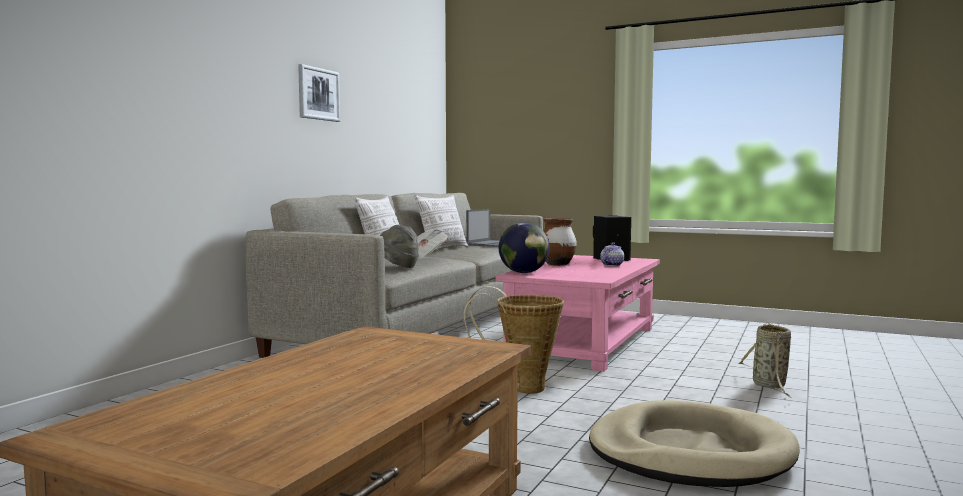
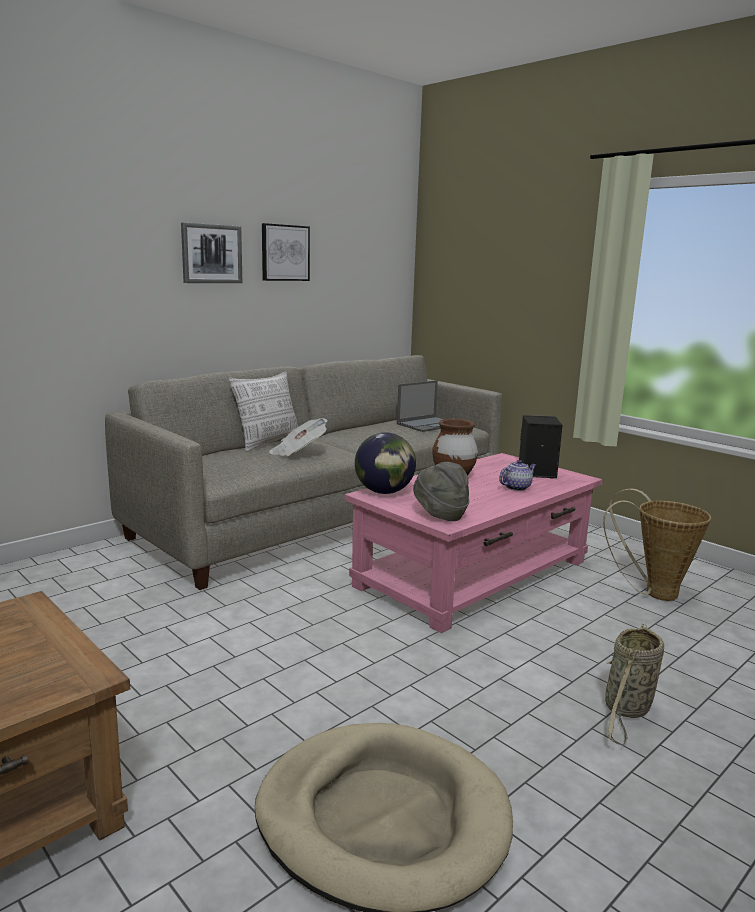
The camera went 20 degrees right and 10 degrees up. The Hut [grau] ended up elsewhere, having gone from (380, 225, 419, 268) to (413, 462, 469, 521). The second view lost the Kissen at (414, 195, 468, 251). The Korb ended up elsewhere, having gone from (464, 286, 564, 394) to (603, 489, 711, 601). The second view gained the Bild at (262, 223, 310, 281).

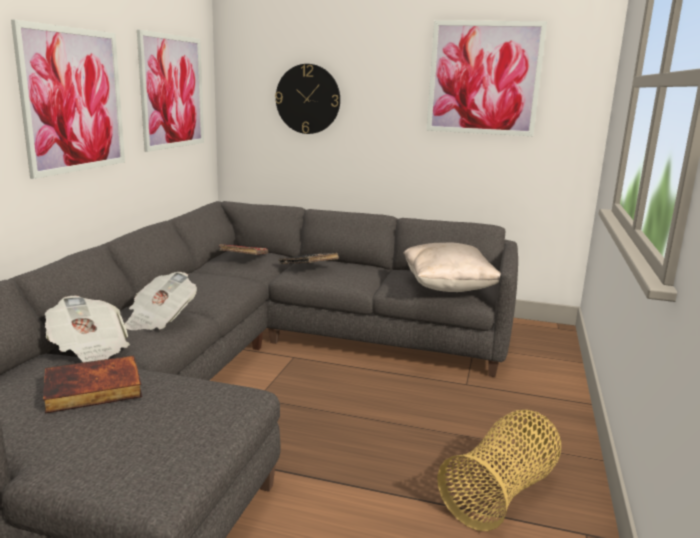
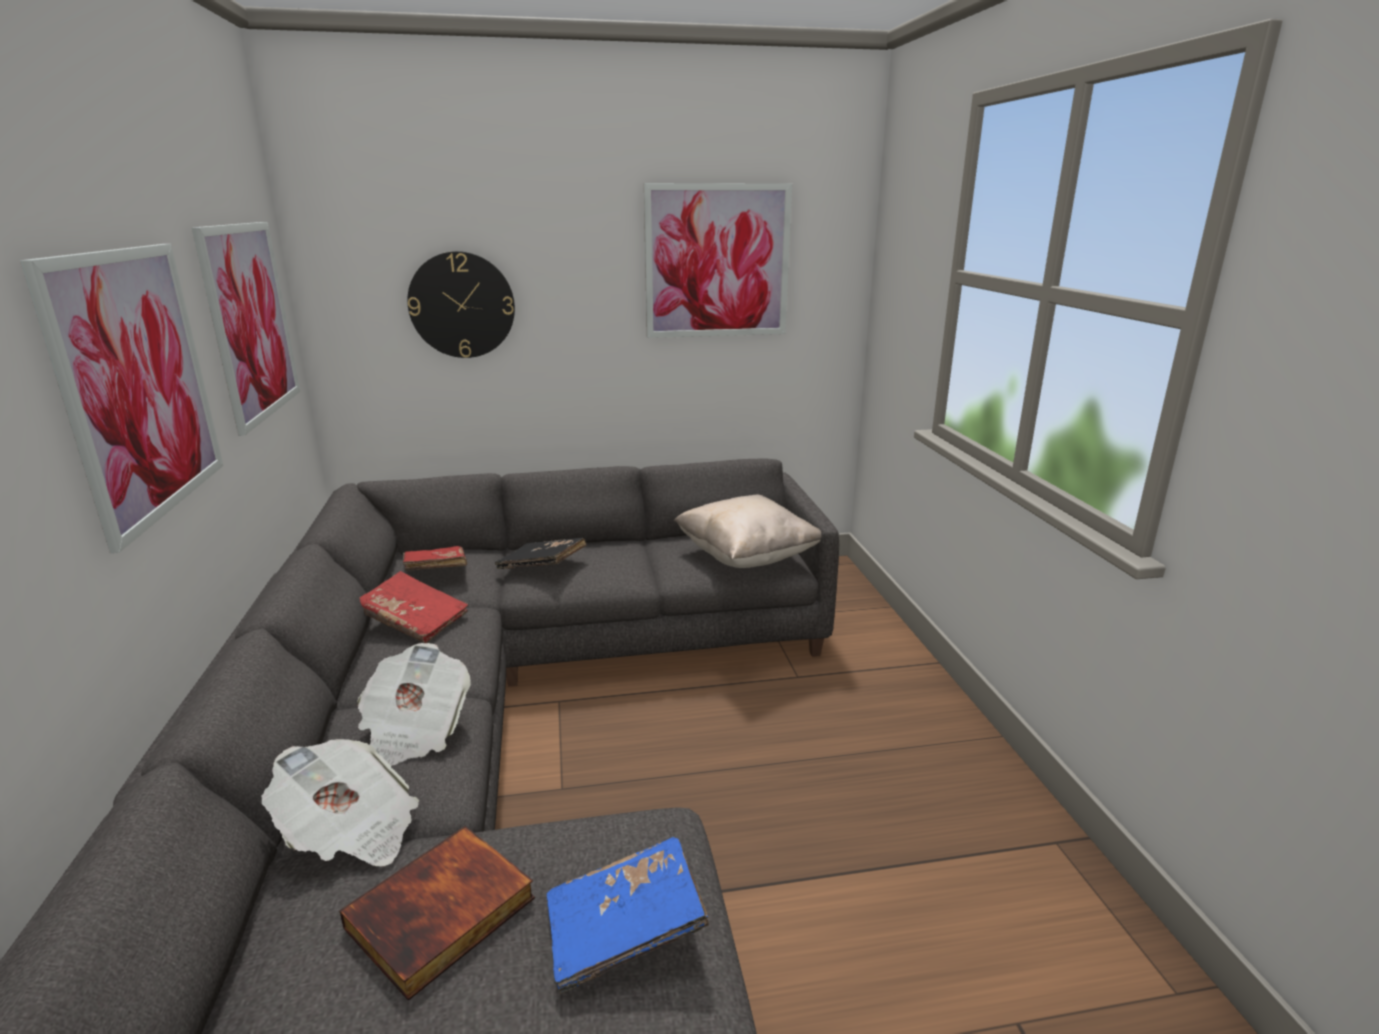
The camera went 25 degrees left and 5 degrees up. The second view lost the Korb at (437, 410, 561, 531). The second view gained the Buch [rot] at (360, 571, 468, 643). The second view gained the Buch [blau] at (546, 837, 709, 993).

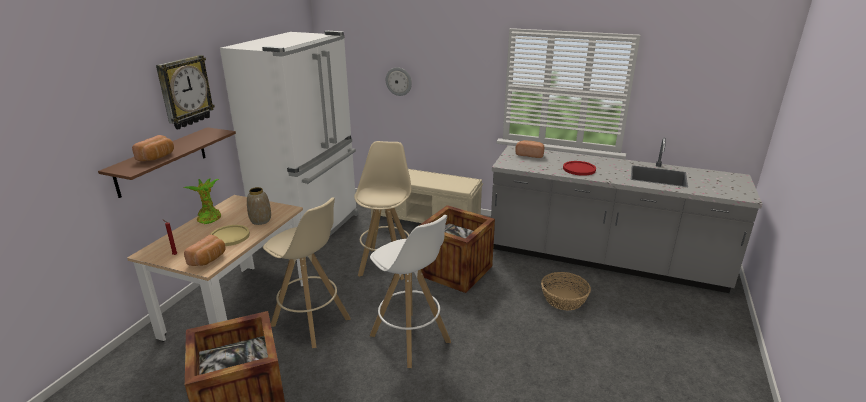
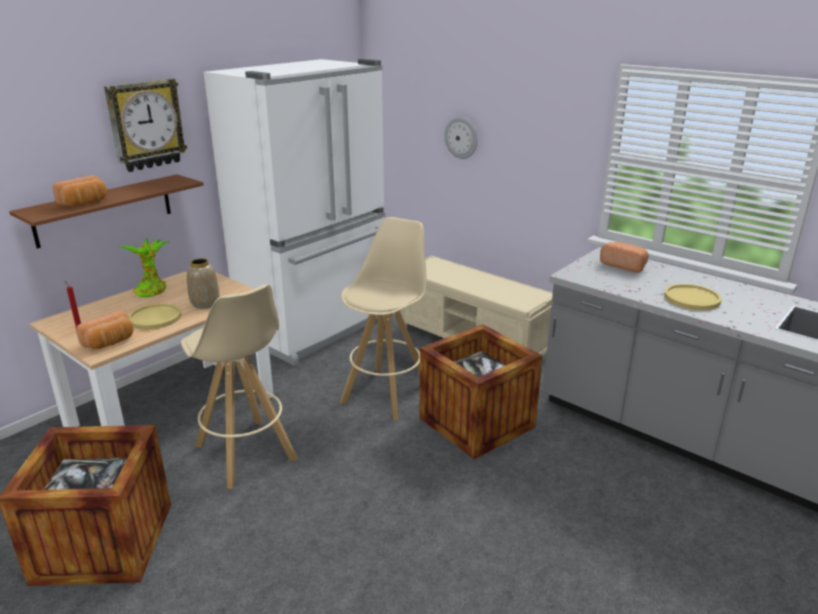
The camera went 20 degrees right and 0 degrees up. The second view lost the Hocker [weiß] at (370, 215, 451, 368). The second view lost the Korb at (541, 272, 591, 311). What was the Teller [rot] at (563, 161, 596, 176) turned into the Teller [gelb] at (664, 284, 721, 310).

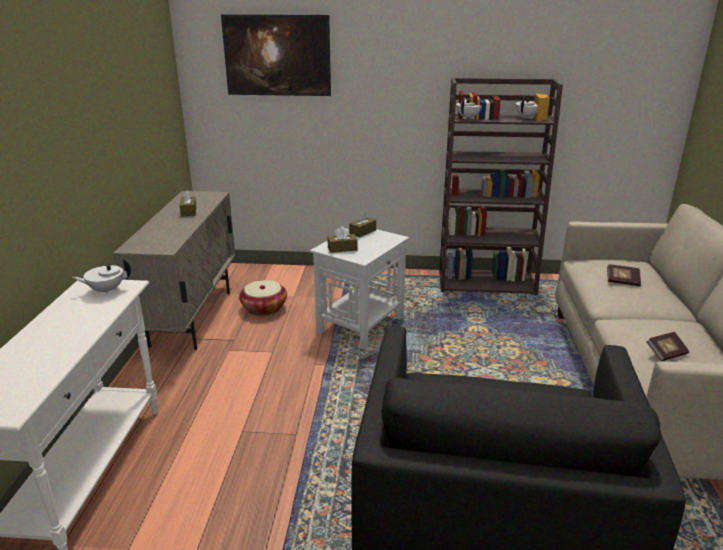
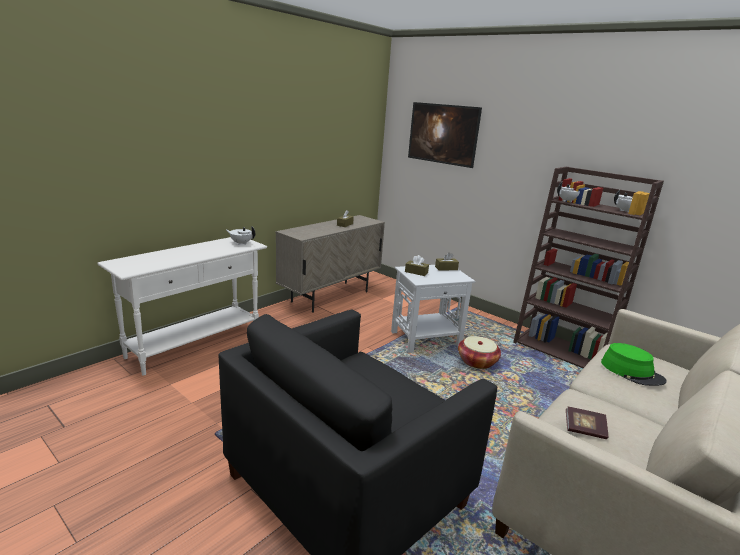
The camera went 35 degrees right and 5 degrees down. The Korb ended up elsewhere, having gone from (239, 280, 287, 316) to (458, 336, 501, 369). Where the Buch stood at (607, 264, 641, 286), the Hut [grün] came to stand at (601, 343, 666, 386).

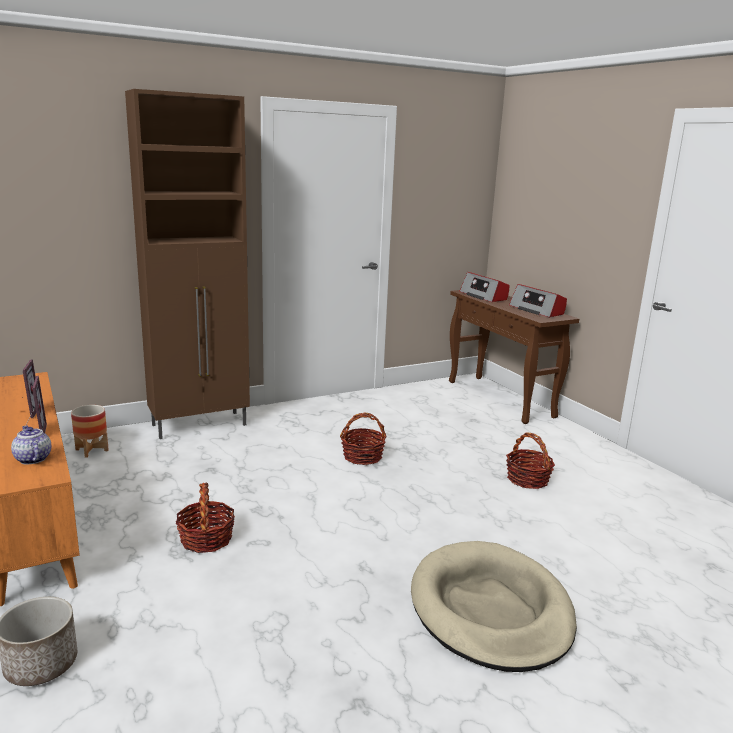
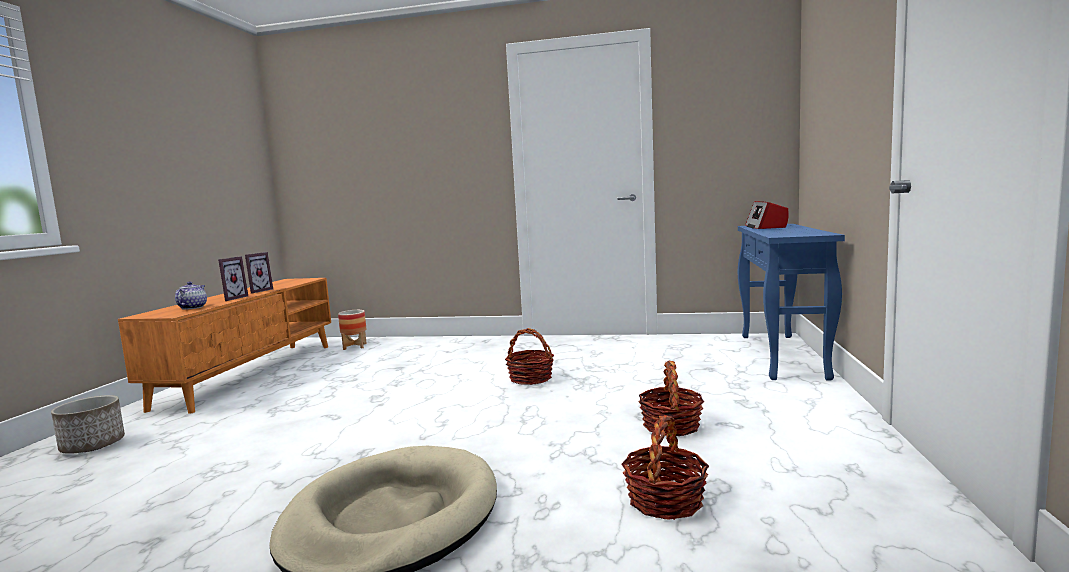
The camera went 40 degrees right and 10 degrees down. The second view lost the Schrank [braun] at (125, 89, 250, 439). The Korb ended up elsewhere, having gone from (176, 483, 235, 553) to (621, 415, 709, 520). What was the Konsolentisch [braun] at (449, 290, 579, 424) turned into the Konsolentisch [blau] at (738, 224, 845, 380). The second view lost the Radio at (509, 284, 567, 318).

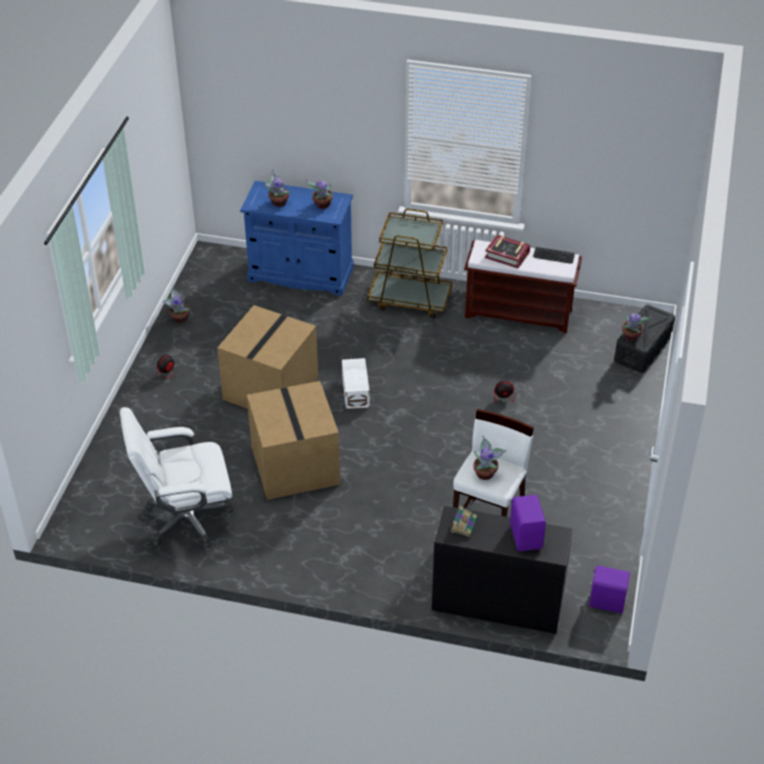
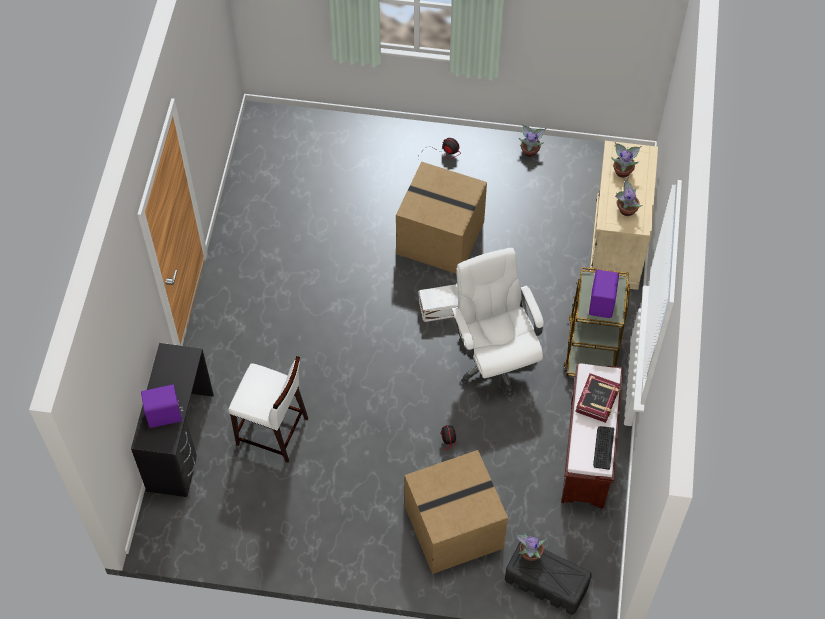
The camera went 85 degrees right and 15 degrees up. The Bürostuhl [weiß] ended up elsewhere, having gone from (120, 407, 234, 548) to (451, 248, 544, 396). What was the Schrank [blau] at (240, 181, 354, 296) turned into the Schrank [beige] at (590, 141, 658, 290). The Karton ended up elsewhere, having gone from (247, 381, 340, 500) to (405, 450, 508, 574). The second view lost the Buch at (450, 506, 478, 537). The second view lost the Topfpflanze at (473, 436, 506, 480). The Lautsprecher [lila] ended up elsewhere, having gone from (589, 565, 630, 613) to (589, 270, 619, 318).

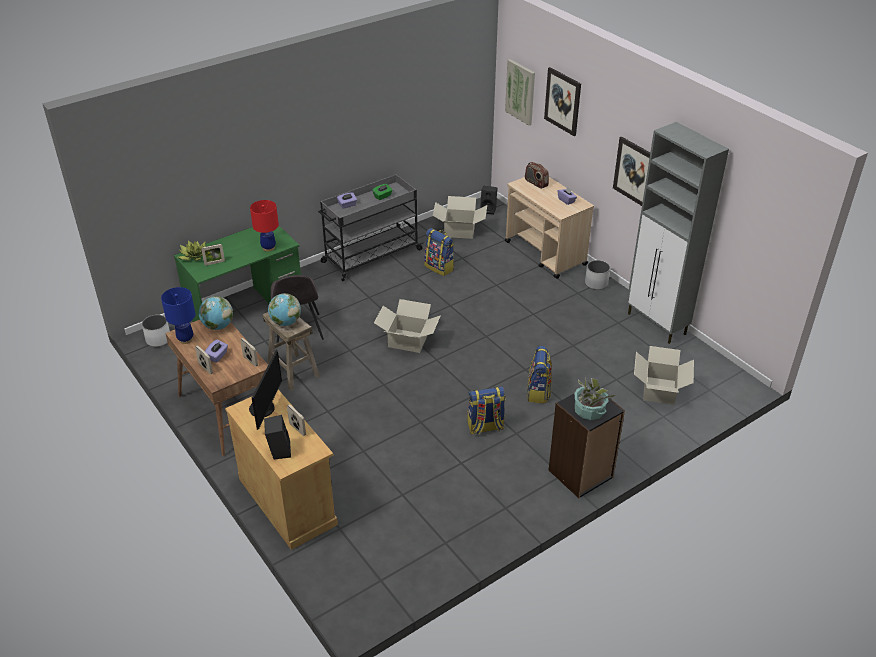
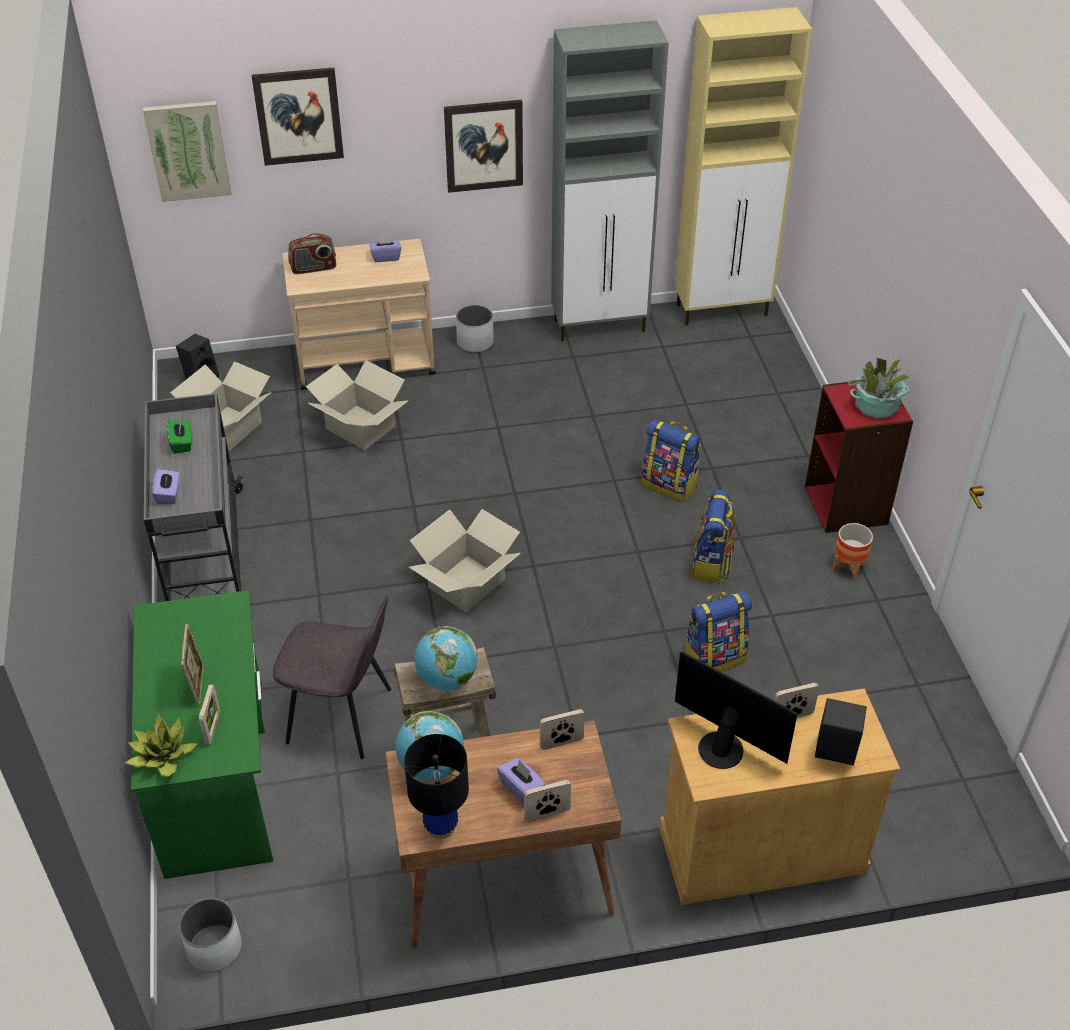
The camera went 65 degrees left and 5 degrees up. What was the Tischlampe [blau] at (161, 287, 196, 344) turned into the Tischlampe [schwarz] at (404, 734, 469, 839). The second view lost the Tischlampe [rot] at (250, 200, 279, 252). The Rucksack ended up elsewhere, having gone from (424, 228, 454, 276) to (684, 591, 752, 672). What was the Bücherregal [schwarz] at (549, 384, 625, 498) turned into the Bücherregal [rot] at (805, 382, 913, 533). The Karton ended up elsewhere, having gone from (634, 346, 694, 405) to (306, 360, 408, 450). The second view gained the Bilderrahmen at (181, 623, 204, 706). The second view gained the Schrank [beige] at (675, 7, 812, 326). The second view gained the Pflanzkübel at (832, 523, 873, 580).

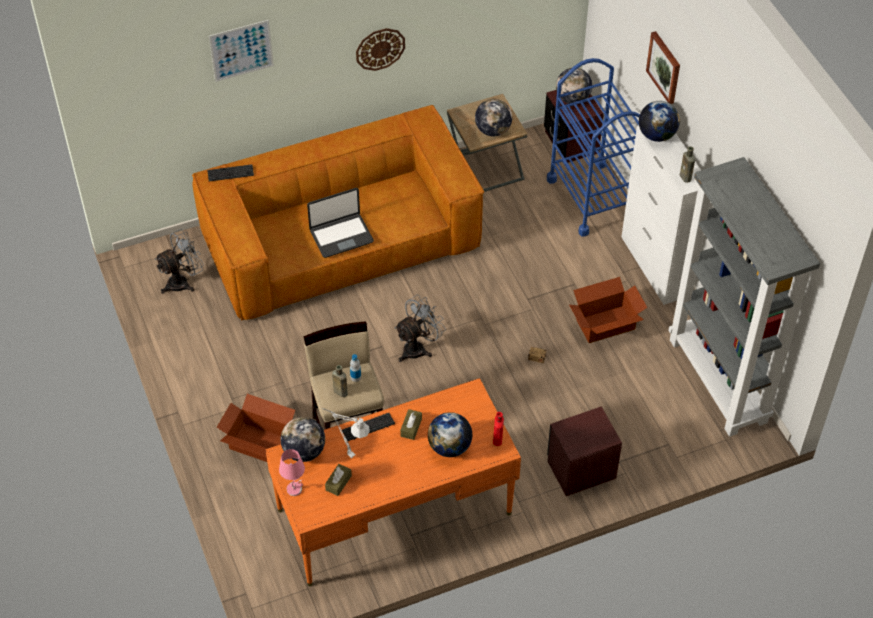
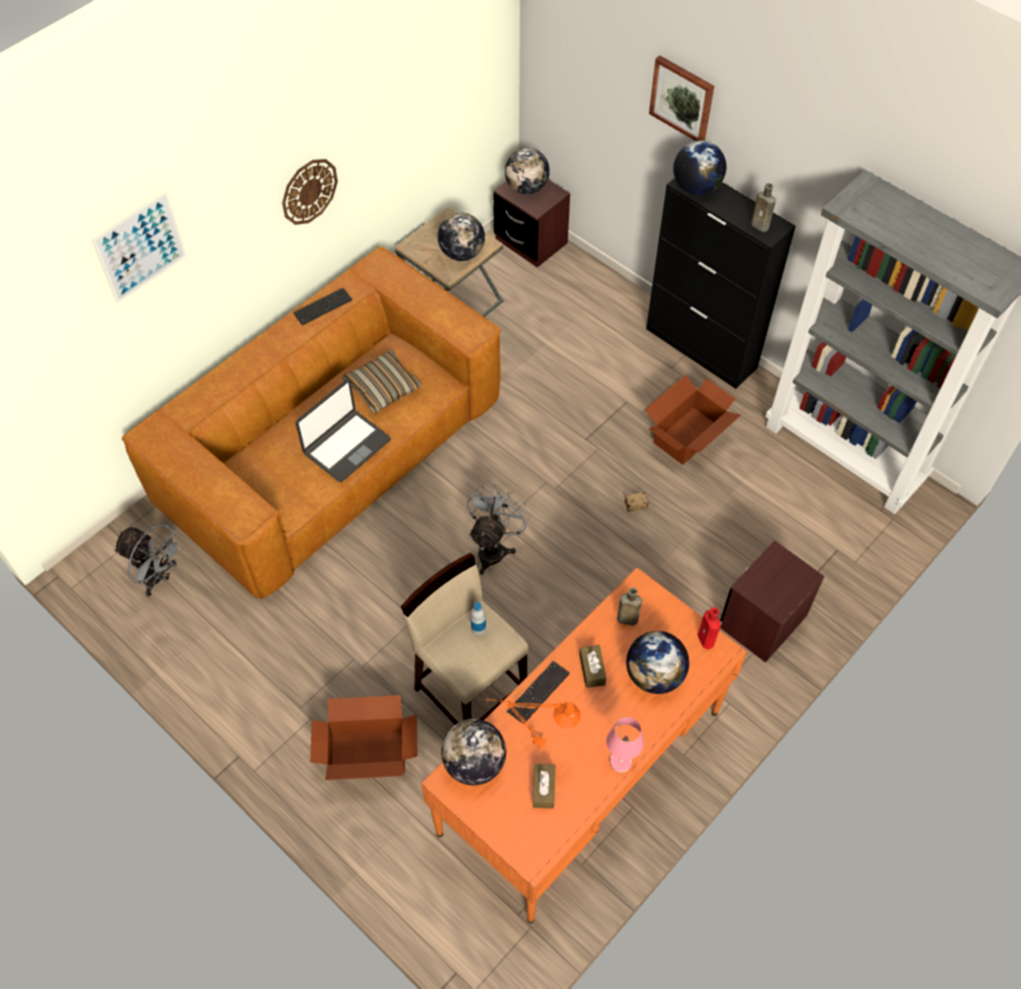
The camera went 25 degrees left and 5 degrees up. The Ventilator [grau] at (155, 229, 204, 294) ended up facing another way, 90 degrees clockwise from before. The Tastatur ended up elsewhere, having gone from (207, 164, 254, 181) to (294, 288, 353, 326). The Tischlampe [rosa] ended up elsewhere, having gone from (279, 449, 305, 496) to (606, 717, 644, 772). What was the Tischlampe [grau] at (322, 408, 370, 458) turned into the Tischlampe [orange] at (483, 699, 581, 747). The Flasche [braun] ended up elsewhere, having gone from (332, 365, 348, 397) to (617, 587, 642, 625). The second view lost the Rollwagen [blau] at (547, 58, 640, 237). What was the Schrank [weiß] at (621, 125, 701, 305) turned into the Schrank [schwarz] at (646, 178, 796, 389). The second view gained the Kissen at (343, 350, 422, 413).

